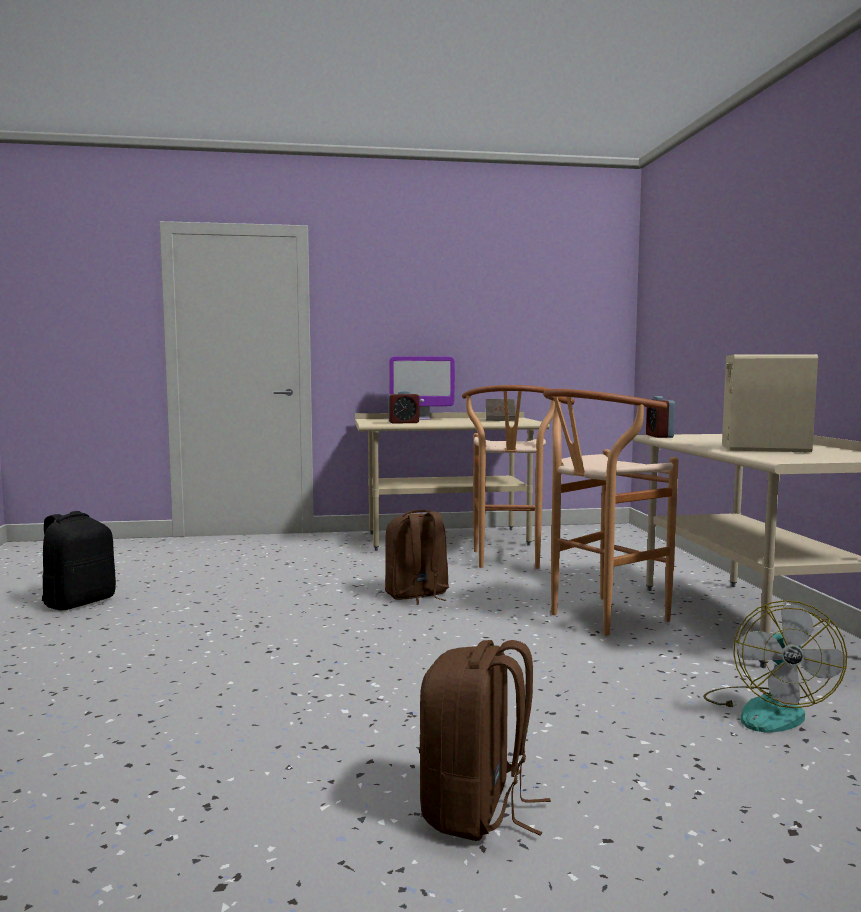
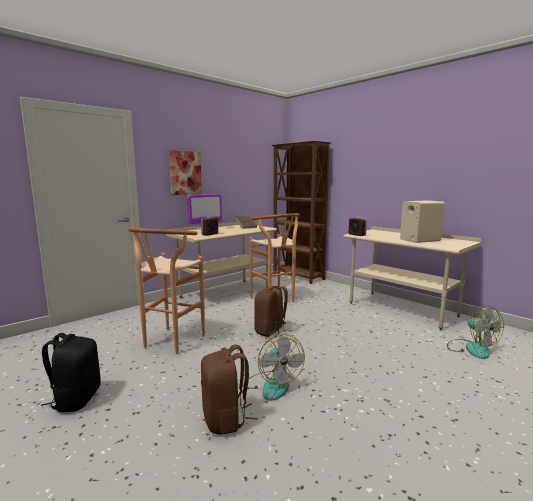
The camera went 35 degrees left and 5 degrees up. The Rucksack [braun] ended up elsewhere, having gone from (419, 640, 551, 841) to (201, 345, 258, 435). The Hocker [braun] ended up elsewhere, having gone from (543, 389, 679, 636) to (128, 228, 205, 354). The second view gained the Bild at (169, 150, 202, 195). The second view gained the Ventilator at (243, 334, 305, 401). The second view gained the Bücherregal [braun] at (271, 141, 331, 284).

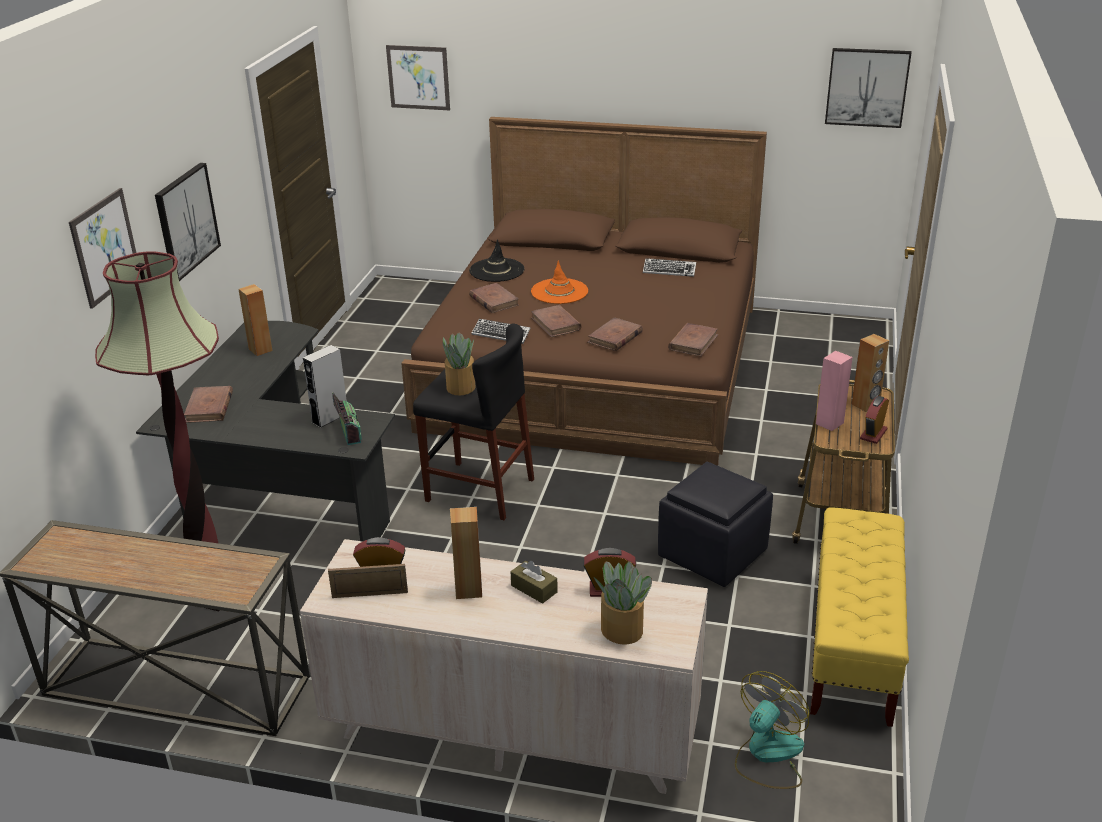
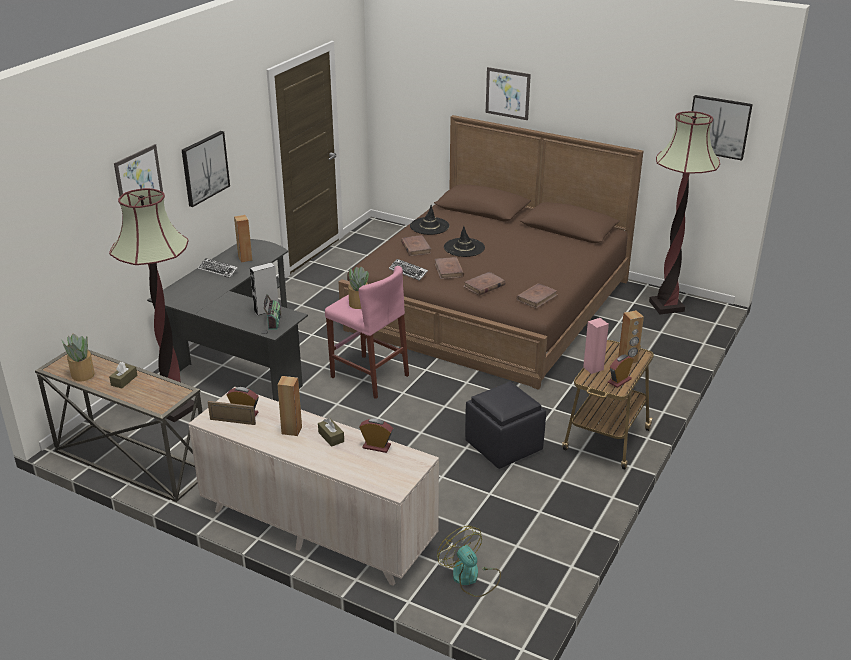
The camera went 15 degrees right and 0 degrees up. The second view lost the Buch [braun] at (184, 386, 233, 423). The Bild ended up elsewhere, having gone from (386, 45, 450, 110) to (486, 67, 531, 120). What was the Hocker [schwarz] at (413, 324, 534, 520) turned into the Hocker [rosa] at (325, 266, 409, 399). What was the Hut [orange] at (531, 261, 588, 304) turned into the Hut [schwarz] at (444, 226, 485, 257). The Topfpflanze ended up elsewhere, having gone from (594, 561, 652, 645) to (62, 334, 95, 381). The Tastatur ended up elsewhere, having gone from (643, 258, 696, 277) to (198, 258, 238, 278). The Ventilator at (735, 671, 810, 789) ended up facing another way, 90 degrees counterclockwise from before. The second view lost the Bank [gelb] at (810, 507, 909, 727). The second view gained the Taschentuchbox [braun] at (109, 362, 138, 389). The second view gained the Stehlampe at (649, 111, 720, 314).

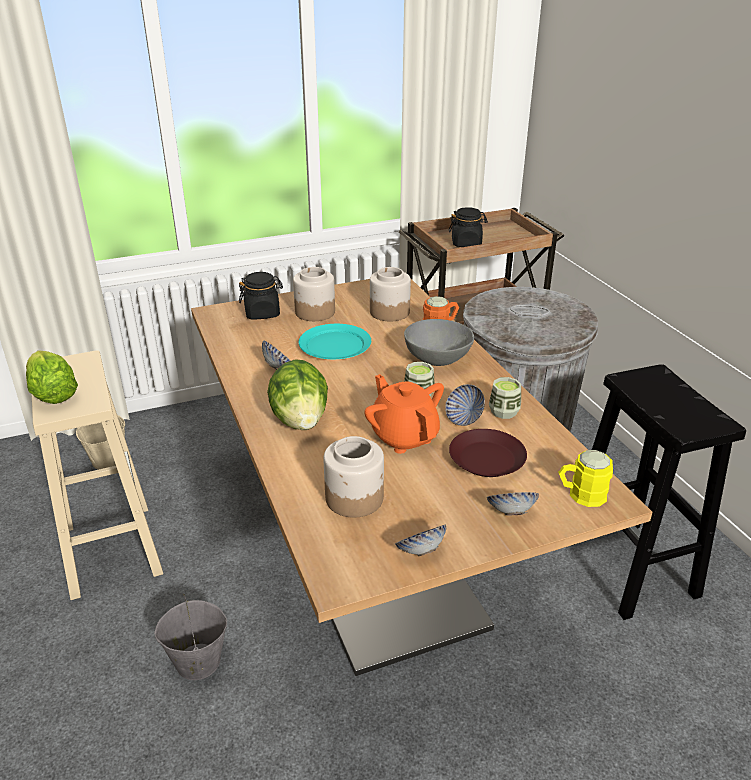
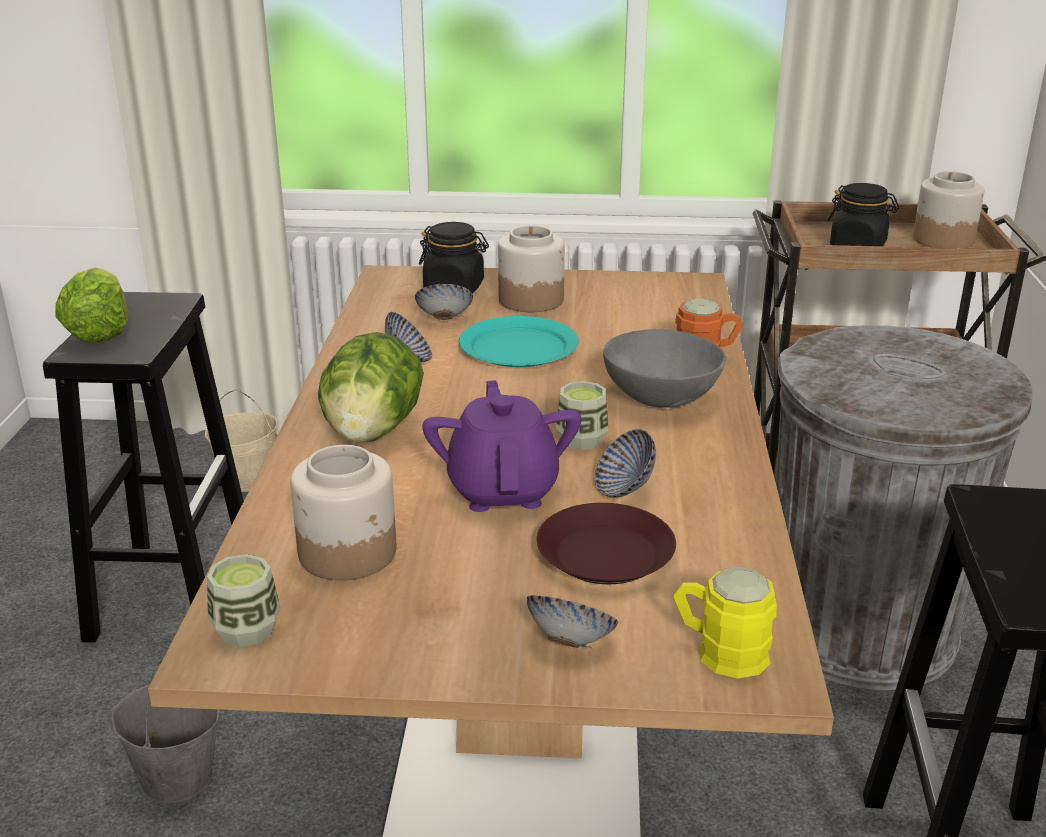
The camera went 25 degrees right and 5 degrees down. What was the Hocker [beige] at (31, 350, 163, 600) turned into the Hocker [schwarz] at (43, 292, 244, 643). What was the Teekanne [orange] at (364, 374, 444, 454) turned into the Teekanne [lila] at (422, 380, 581, 512). The Vorratsglas ended up elsewhere, having gone from (370, 267, 411, 321) to (913, 171, 985, 248). The Schüssel ended up elsewhere, having gone from (395, 524, 446, 556) to (415, 284, 473, 320). The Tasse ended up elsewhere, having gone from (489, 377, 521, 419) to (207, 554, 280, 647).

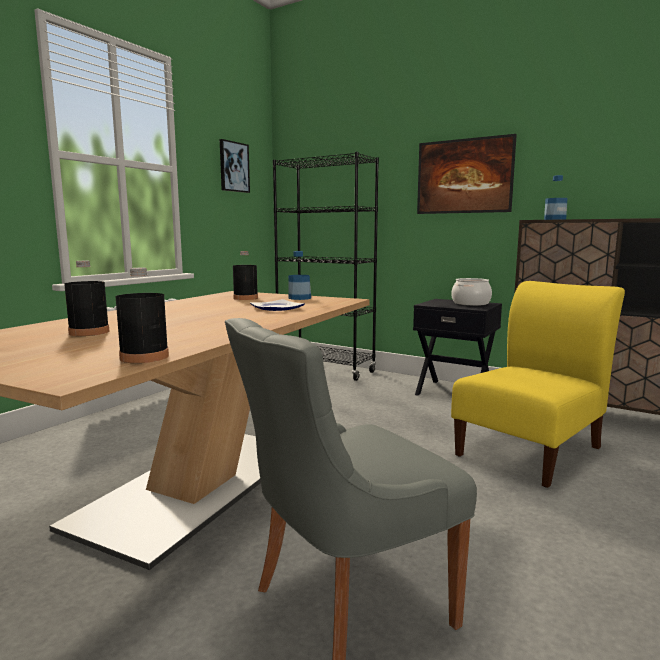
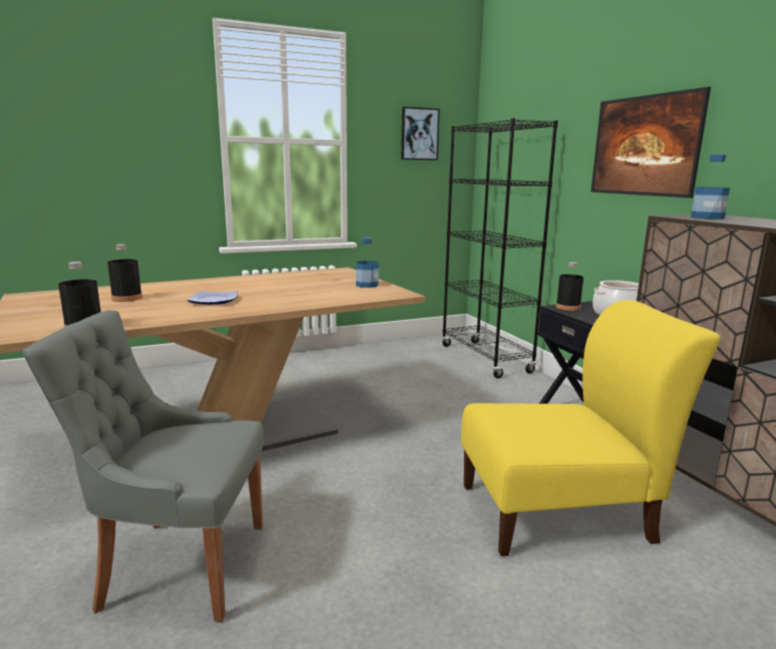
The camera went 35 degrees right and 5 degrees up. The Flasche [schwarz] ended up elsewhere, having gone from (233, 251, 258, 300) to (556, 262, 584, 311). The Teller ended up elsewhere, having gone from (250, 299, 305, 311) to (187, 291, 238, 305).

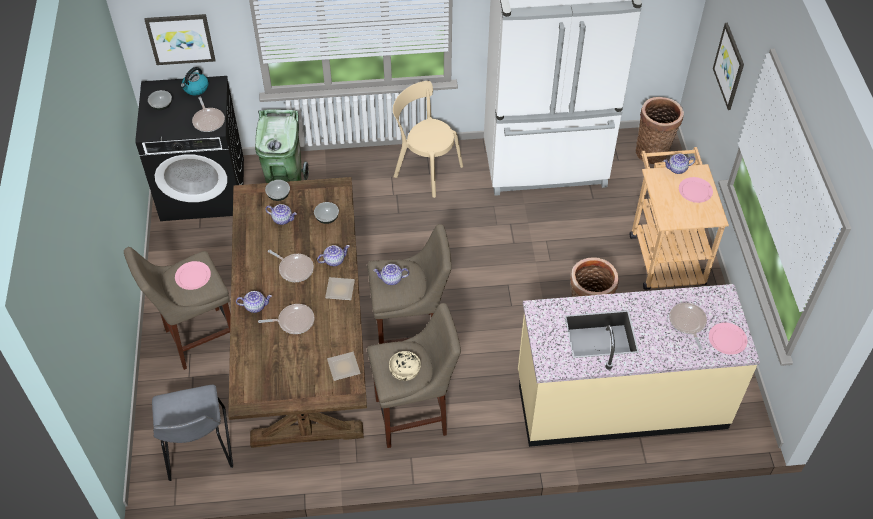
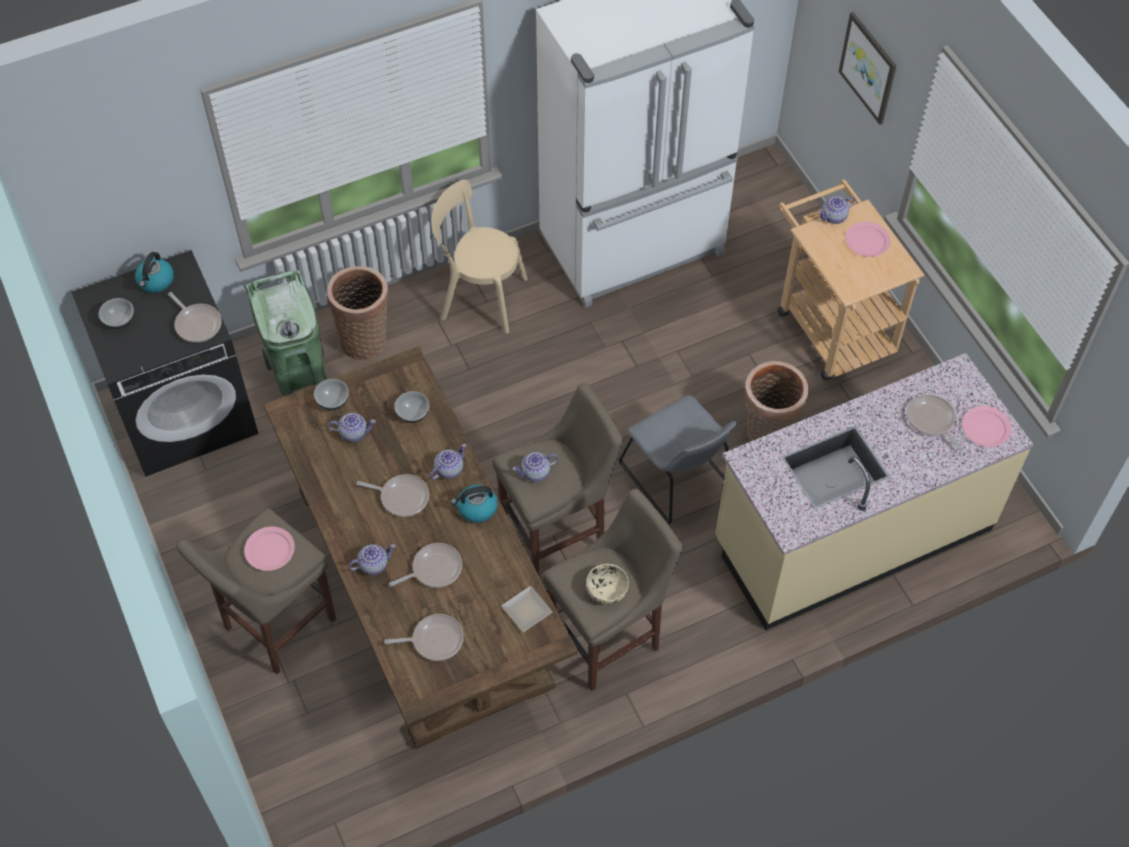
The camera went 20 degrees left and 5 degrees up. The second view lost the Bild at (144, 14, 215, 65). The Stuhl [grau] ended up elsewhere, having gone from (152, 385, 233, 481) to (619, 395, 737, 525). Where the Teller stood at (325, 277, 355, 300), the Wasserkessel came to stand at (451, 485, 498, 523). The Korb ended up elsewhere, having gone from (636, 97, 684, 164) to (327, 267, 389, 360). The second view gained the Pfanne at (384, 614, 464, 661).

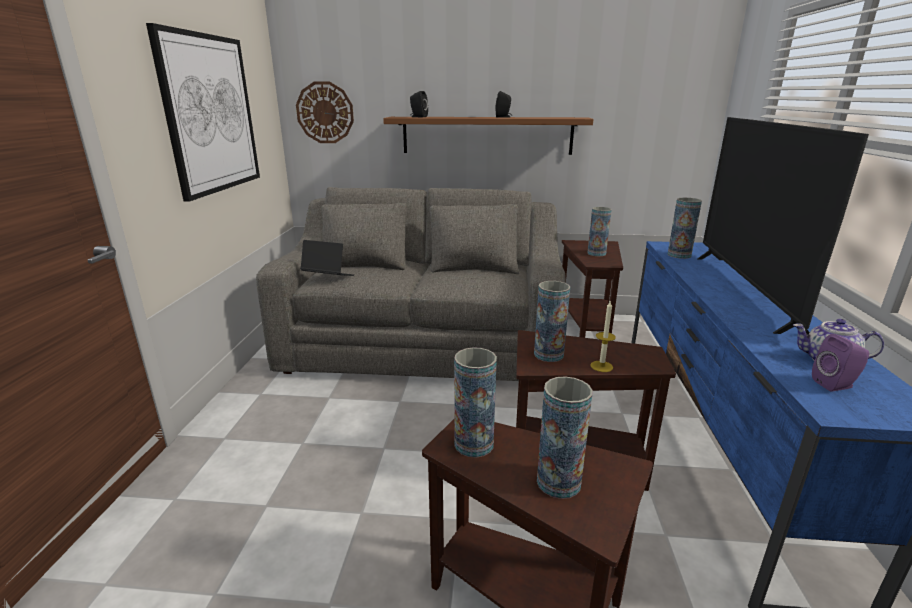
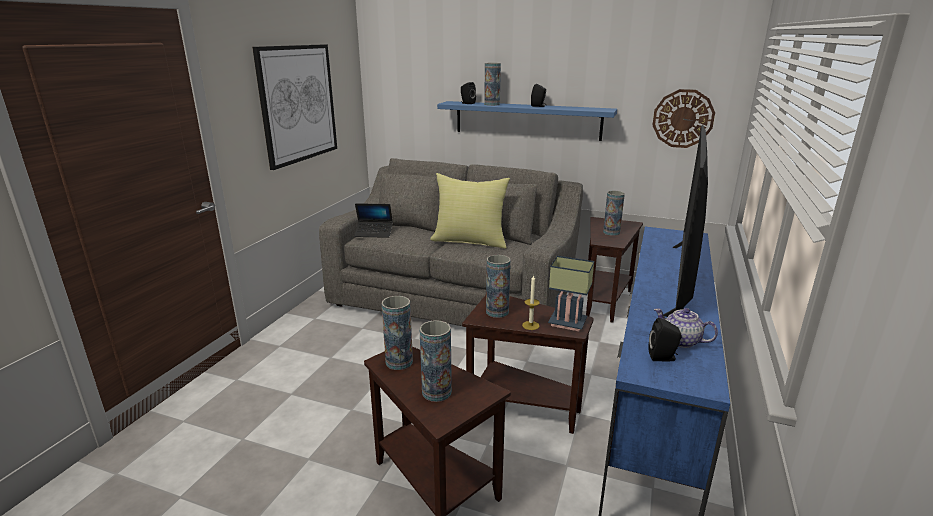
The camera went 15 degrees right and 0 degrees up. The Wanduhr ended up elsewhere, having gone from (296, 81, 354, 143) to (652, 89, 715, 148). The Laptop at (300, 240, 354, 276) ended up facing another way, 150 degrees clockwise from before. What was the Wandregal [braun] at (383, 117, 594, 155) turned into the Wandregal [blau] at (437, 101, 617, 141). The Vase ended up elsewhere, having gone from (668, 198, 702, 259) to (484, 63, 501, 106). What was the Lautsprecher [lila] at (812, 334, 870, 392) turned into the Lautsprecher [schwarz] at (649, 318, 681, 361). The second view gained the Kissen [gelb] at (430, 173, 510, 249). The second view gained the Tischlampe at (548, 256, 594, 331).

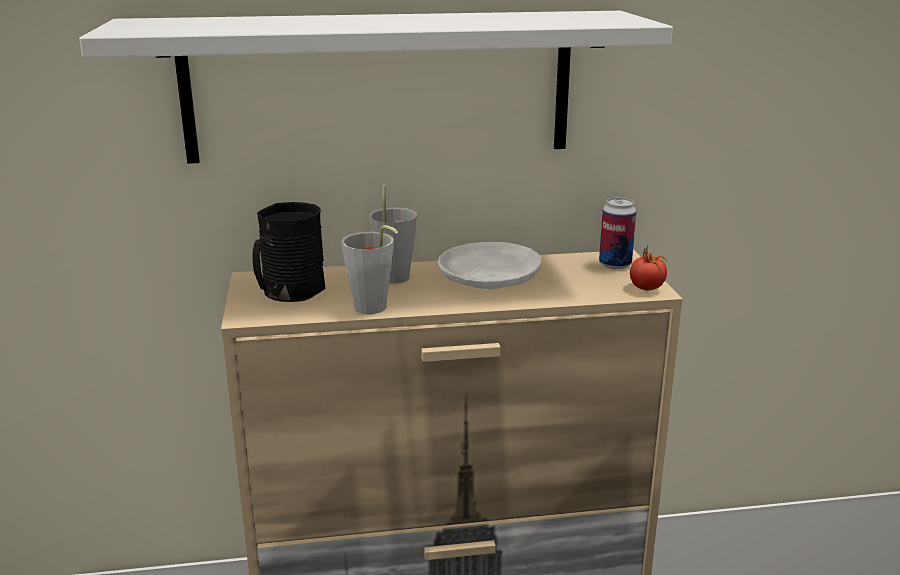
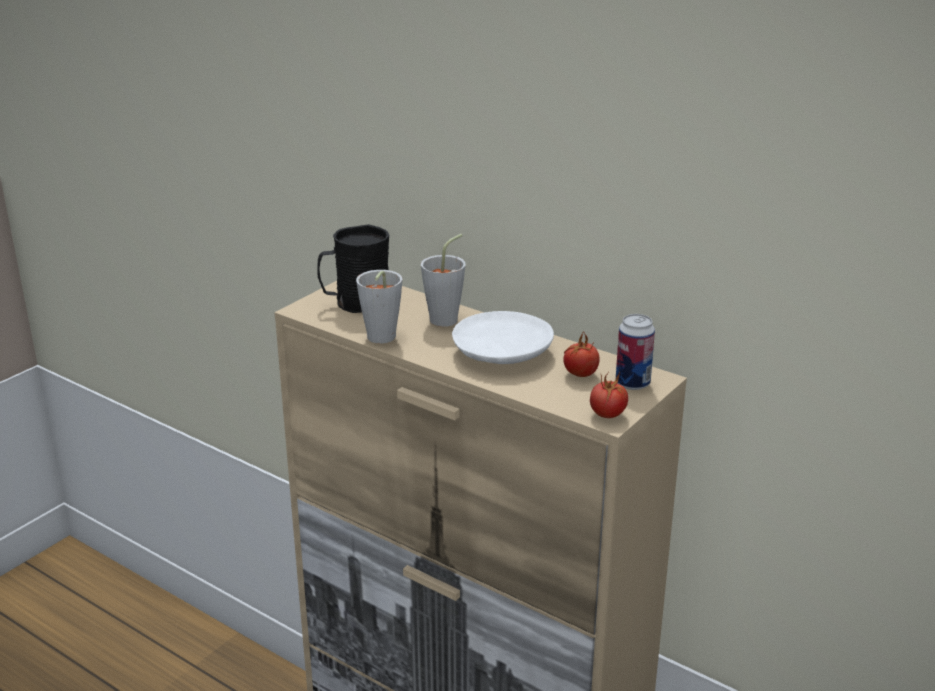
The camera went 45 degrees right and 5 degrees up. The second view lost the Wandregal [weiß] at (79, 11, 673, 164). The second view gained the Tomate at (563, 330, 600, 377).

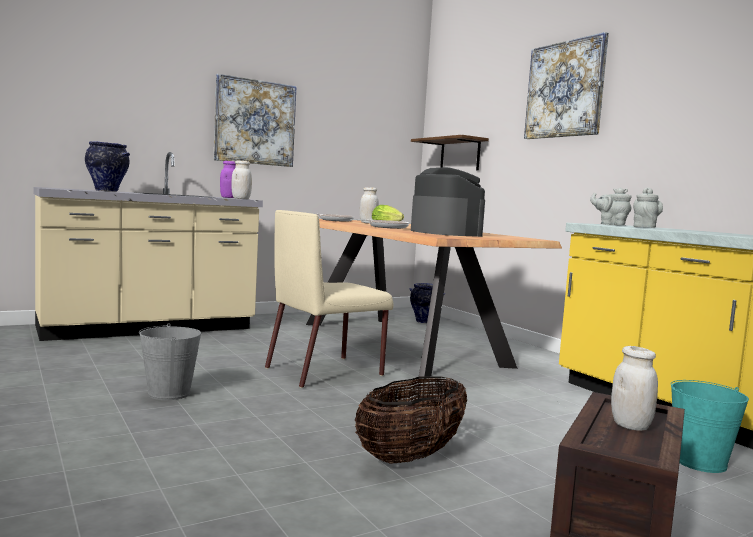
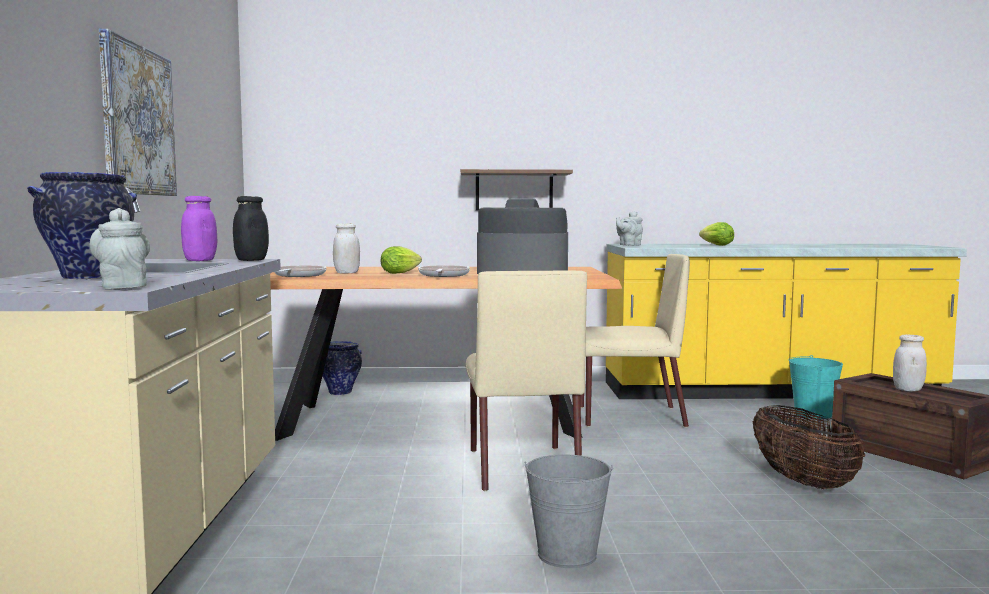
The camera went 60 degrees left and 0 degrees up. What was the Vorratsglas [weiß] at (231, 160, 252, 199) turned into the Vorratsglas [schwarz] at (233, 196, 269, 261). The Wandregal [braun] ended up elsewhere, having gone from (411, 135, 489, 170) to (461, 169, 573, 211). The second view lost the Bild at (524, 32, 609, 139). The Teekanne [grau] ended up elsewhere, having gone from (633, 187, 663, 227) to (90, 208, 150, 289). The second view gained the Stuhl [beige] at (580, 254, 690, 428). The second view gained the Salatkopf at (699, 222, 734, 246).

